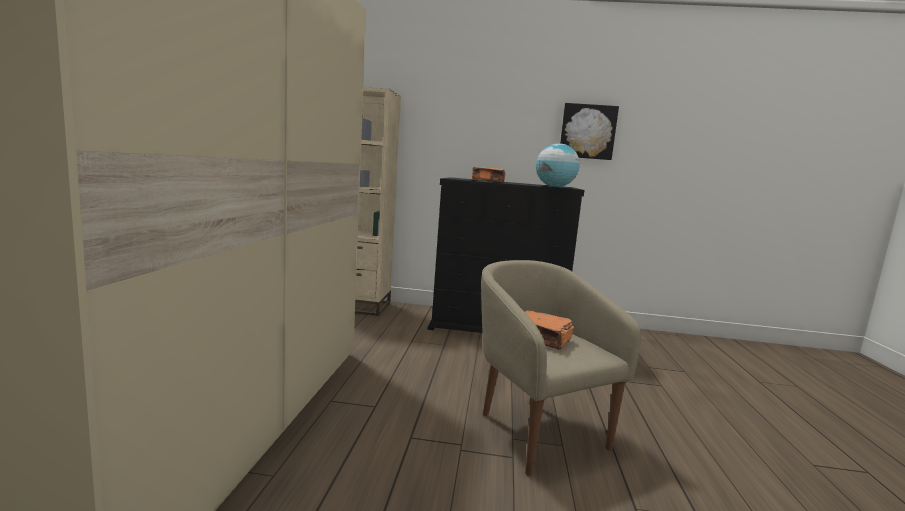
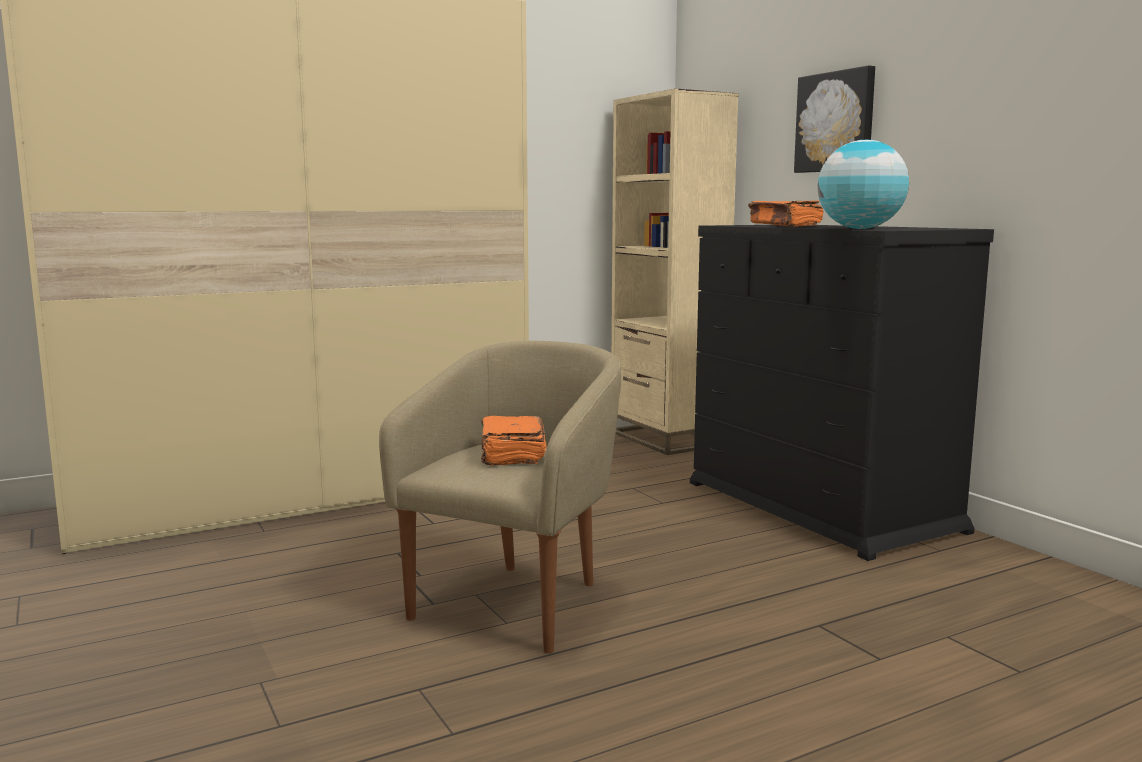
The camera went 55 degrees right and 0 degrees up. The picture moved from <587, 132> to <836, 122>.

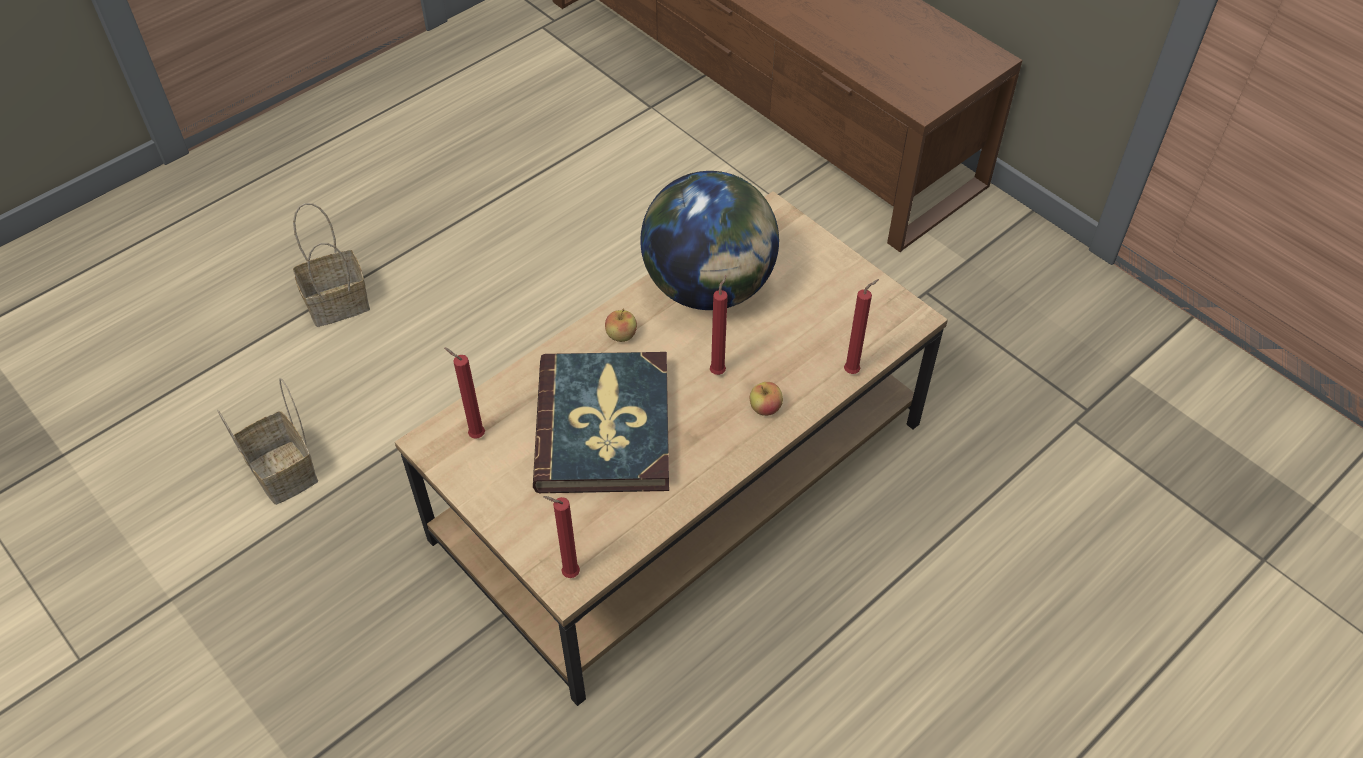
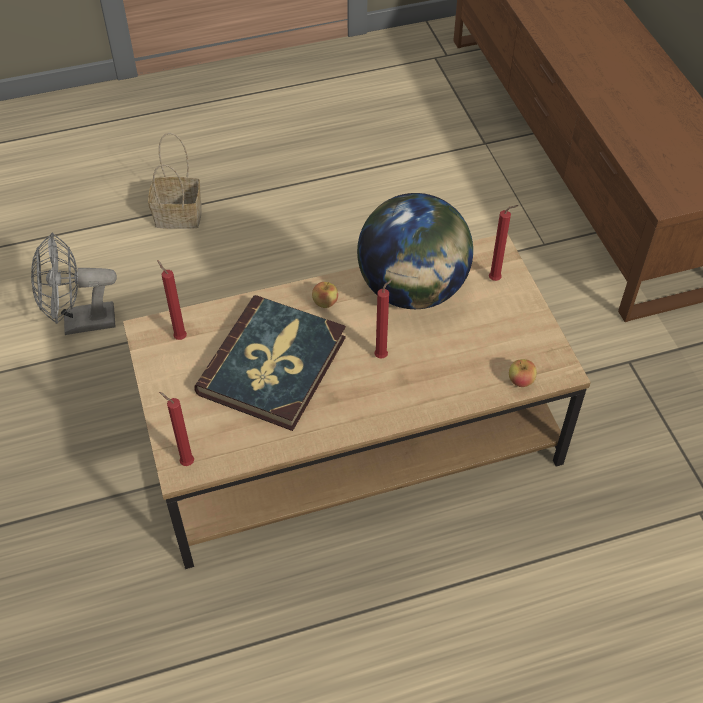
The camera went 25 degrees right and 0 degrees up. The basket at <286, 473> was replaced by the grey_fan at <80, 323>. The apple moved from <765, 408> to <520, 381>. The red_candle moved from <853, 371> to <496, 279>.

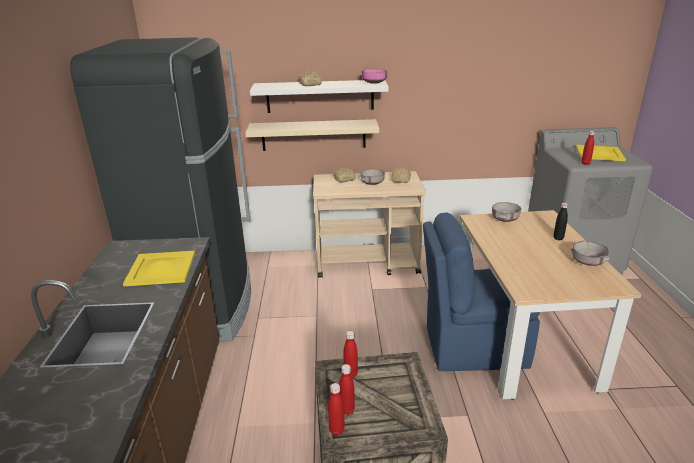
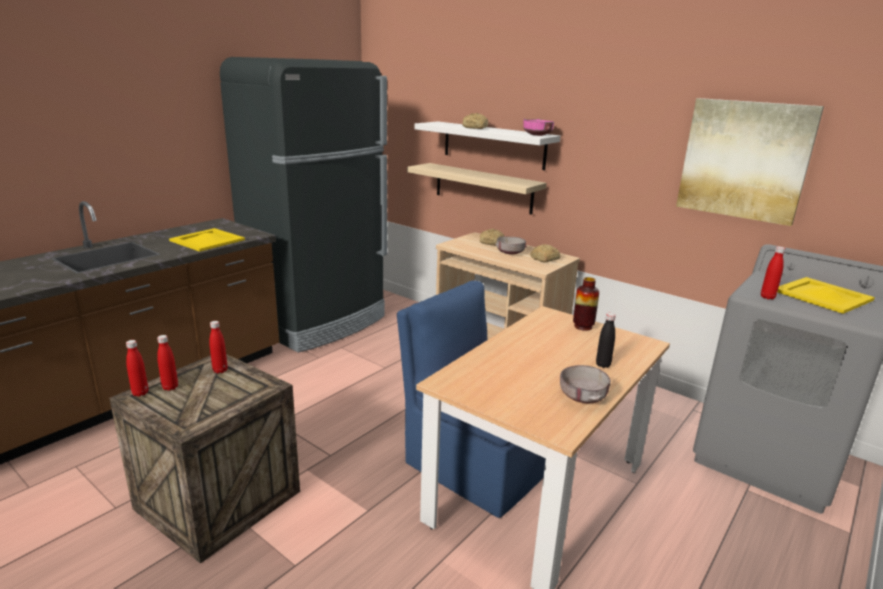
The camera went 40 degrees right and 5 degrees down. The grey_bowl at <505, 219> was replaced by the vase at <583, 326>. The picture at <744, 160> appeared.

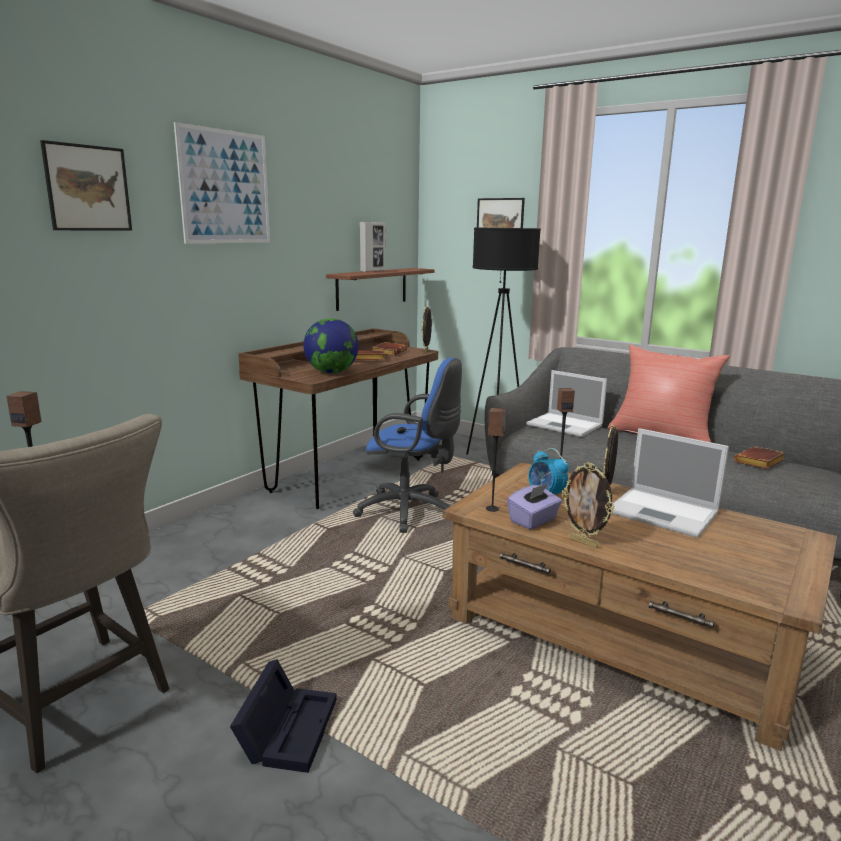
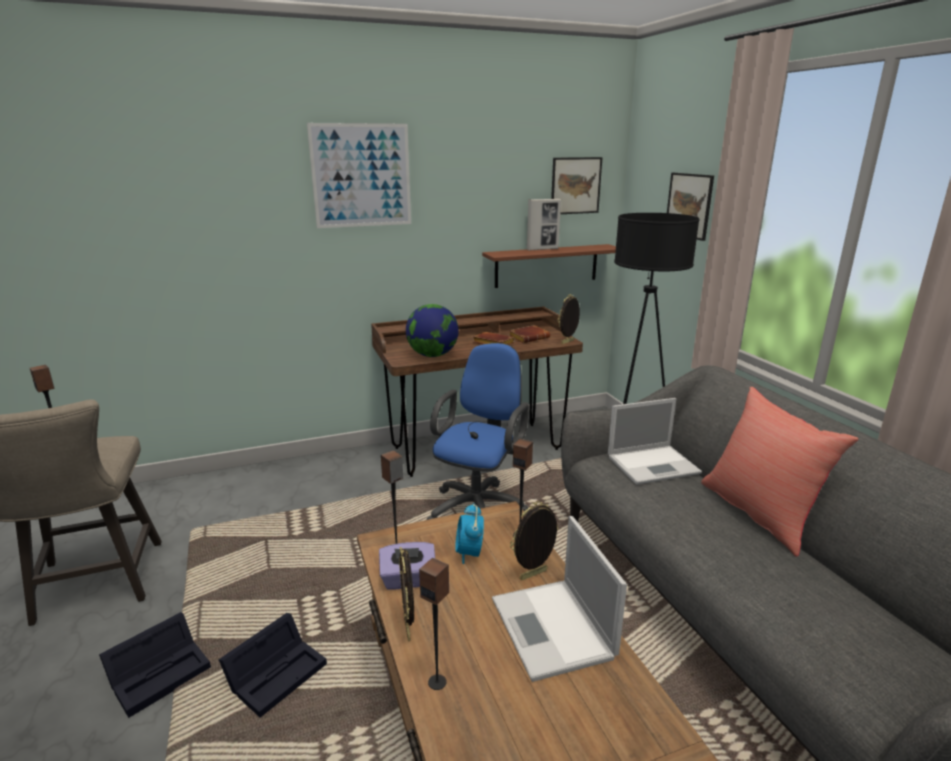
The camera went 35 degrees right and 5 degrees up. The picture moved from <88, 188> to <575, 185>. The blue_office_chair at <411, 512> turned 120 degrees counterclockwise. The laptop at <566, 425> turned 90 degrees counterclockwise. The brown_book at <759, 462> disappeared. The black_storage_box at <278, 673> appeared. The speaker at <437, 682> appeared.

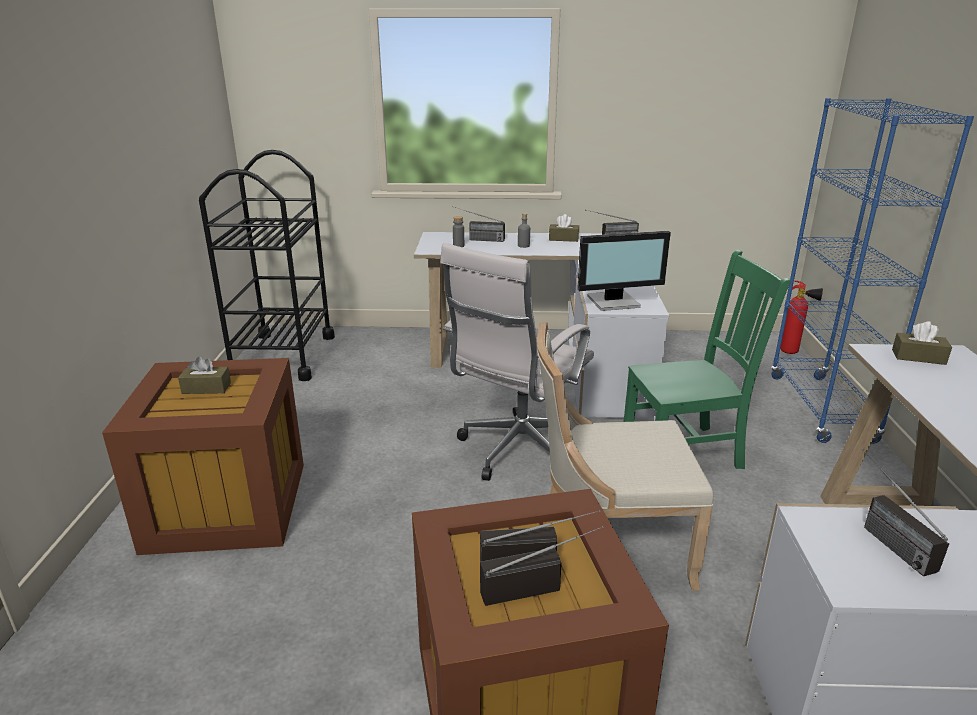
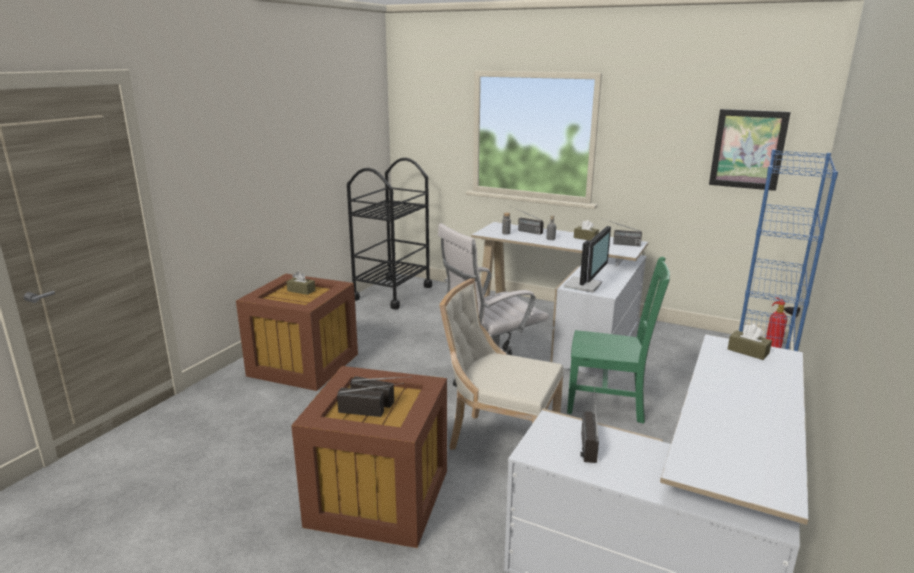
The camera went 25 degrees right and 5 degrees down. The monitor at <614, 302> turned 75 degrees counterclockwise. The picture at <748, 149> appeared.

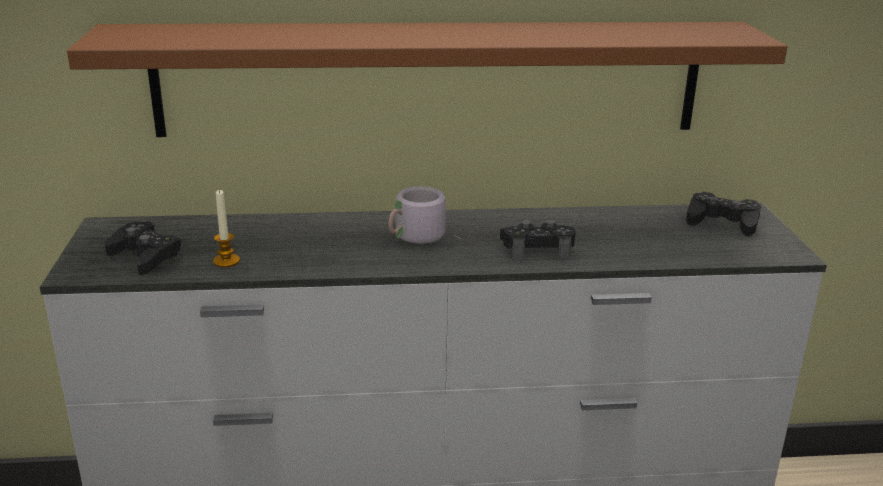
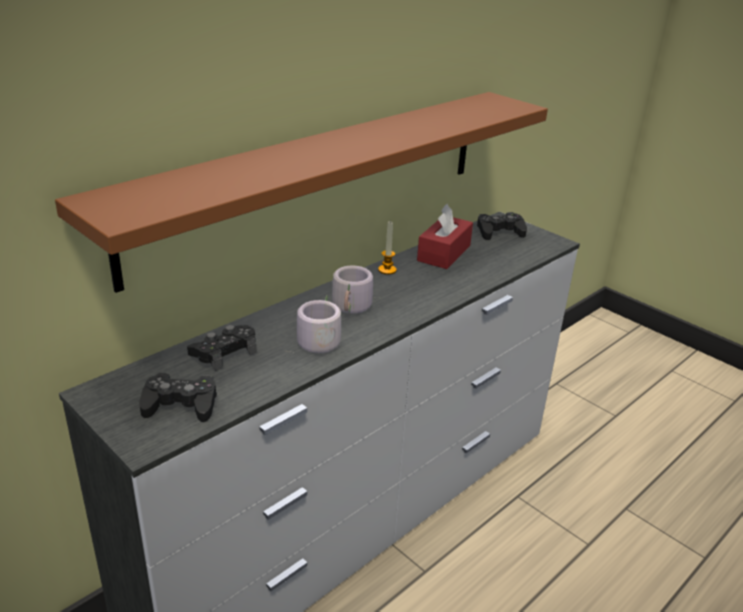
The camera went 40 degrees left and 5 degrees up. The candle moved from <226, 261> to <387, 270>. The black_game_controller moved from <537, 248> to <224, 352>. The grey_mug at <318, 339> appeared. The red_tissue_box at <444, 253> appeared.

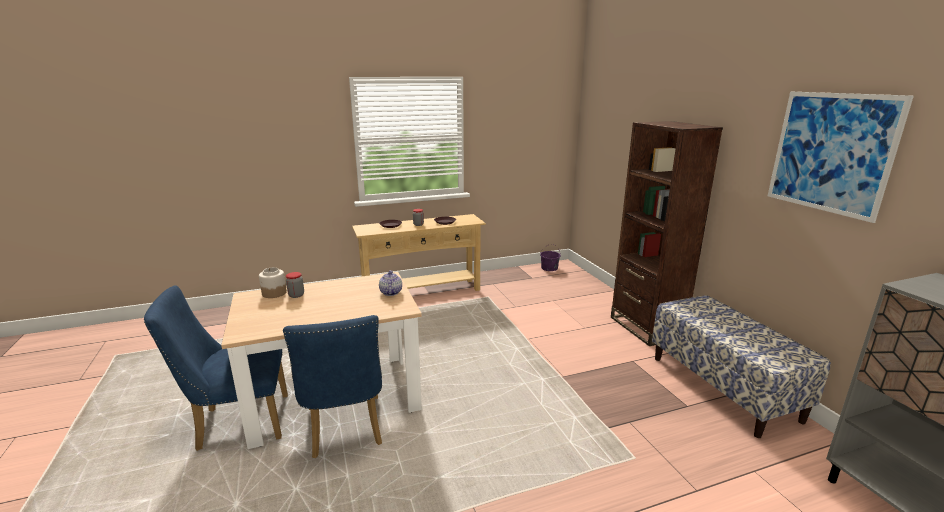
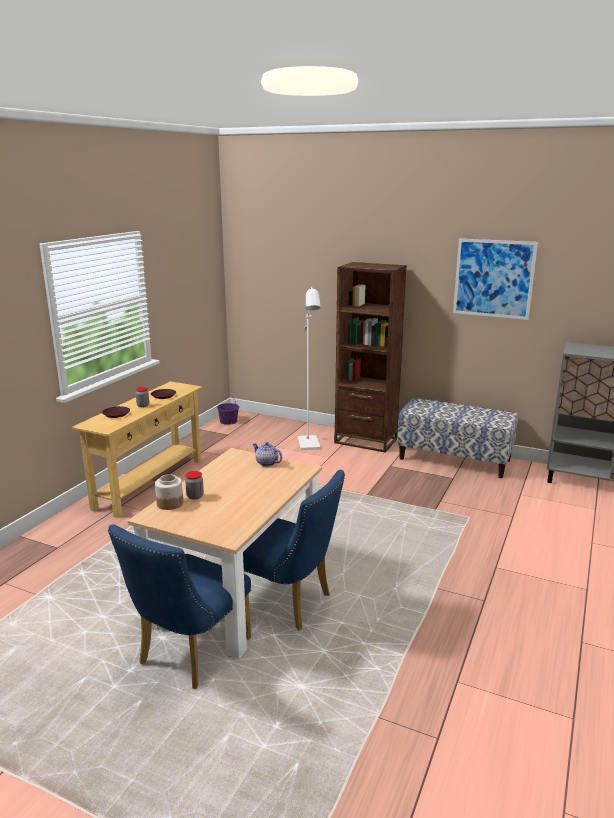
The camera went 45 degrees left and 0 degrees up. The white_floor_lamp at <309, 446> appeared.

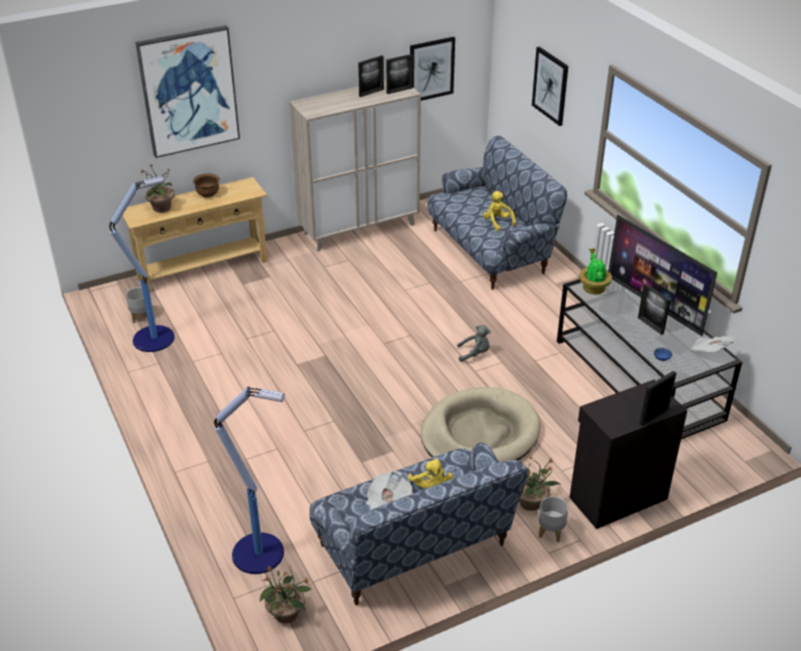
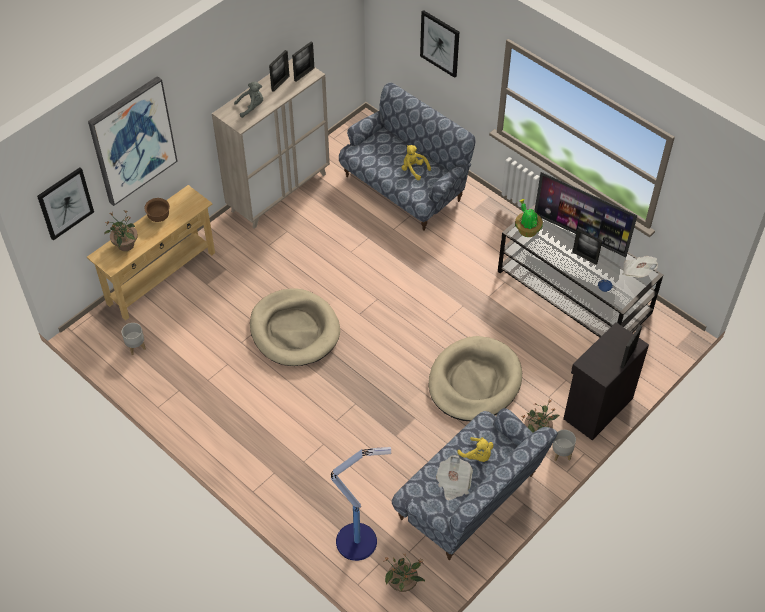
The camera went 20 degrees left and 15 degrees up. The floor_lamp at <155, 338> disappeared. The picture moved from <431, 69> to <65, 203>. The grey_plush_toy moved from <475, 354> to <251, 107>. The beige_dog_bed at <294, 330> appeared.

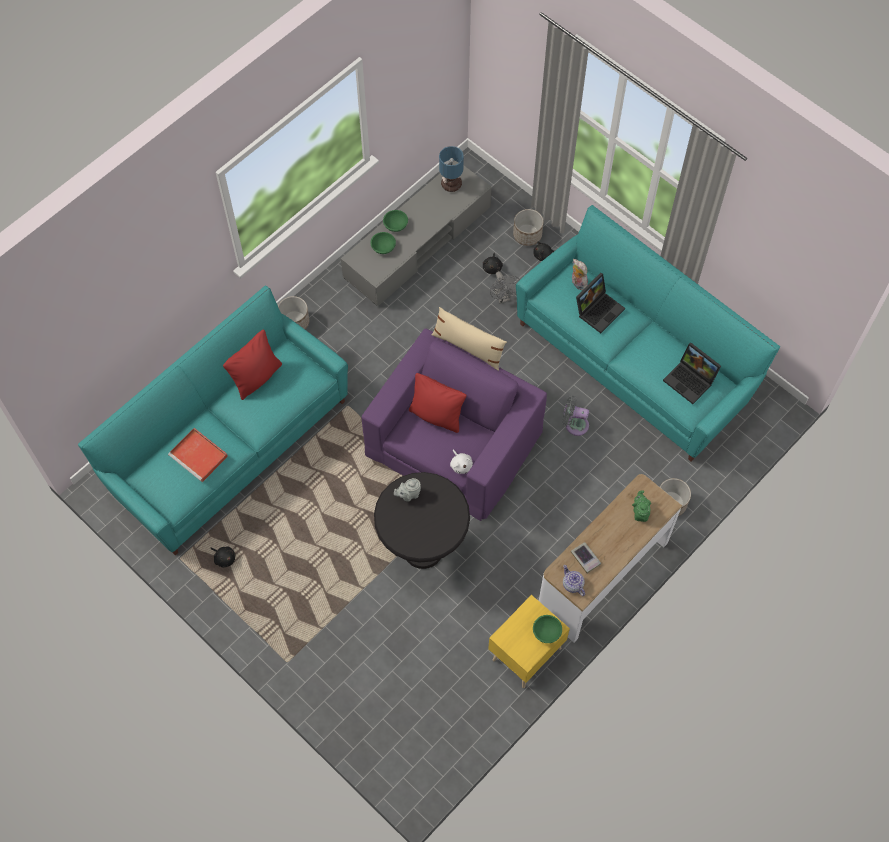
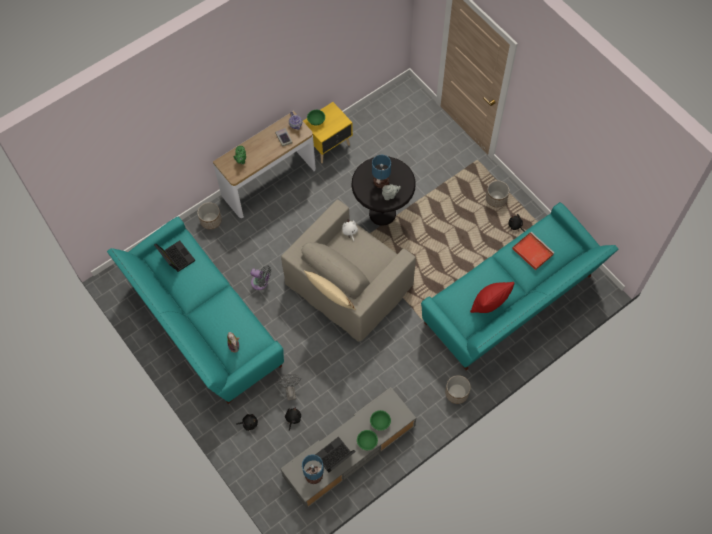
The camera went 170 degrees left and 0 degrees up. The purple_armchair at <454, 441> became the beige_armchair at <349, 282>. The red_pillow at <436, 415> disappeared. The planter moved from <527, 235> to <496, 199>. The laptop moved from <599, 309> to <335, 458>. The table_lamp at <381, 182> appeared.

